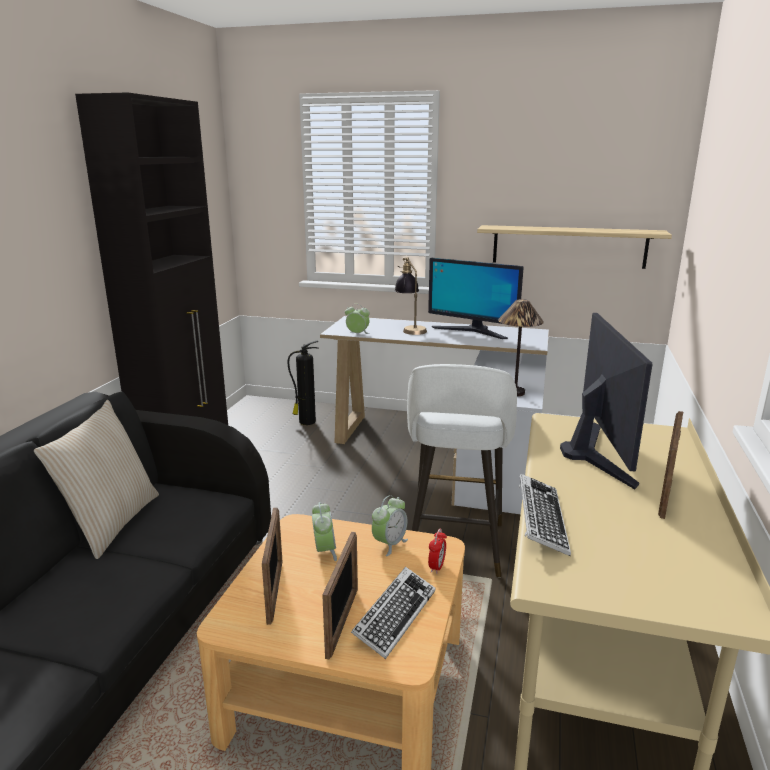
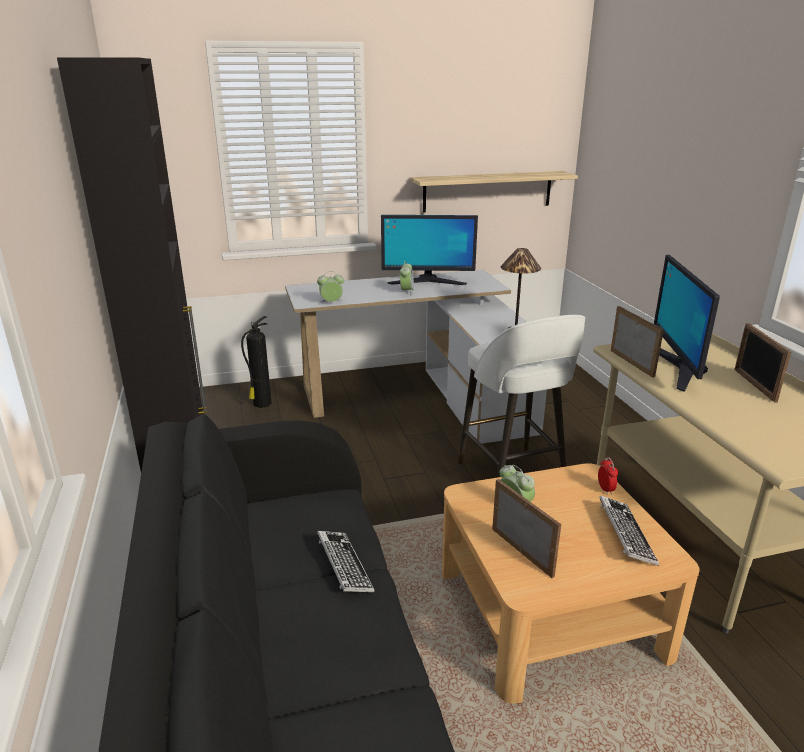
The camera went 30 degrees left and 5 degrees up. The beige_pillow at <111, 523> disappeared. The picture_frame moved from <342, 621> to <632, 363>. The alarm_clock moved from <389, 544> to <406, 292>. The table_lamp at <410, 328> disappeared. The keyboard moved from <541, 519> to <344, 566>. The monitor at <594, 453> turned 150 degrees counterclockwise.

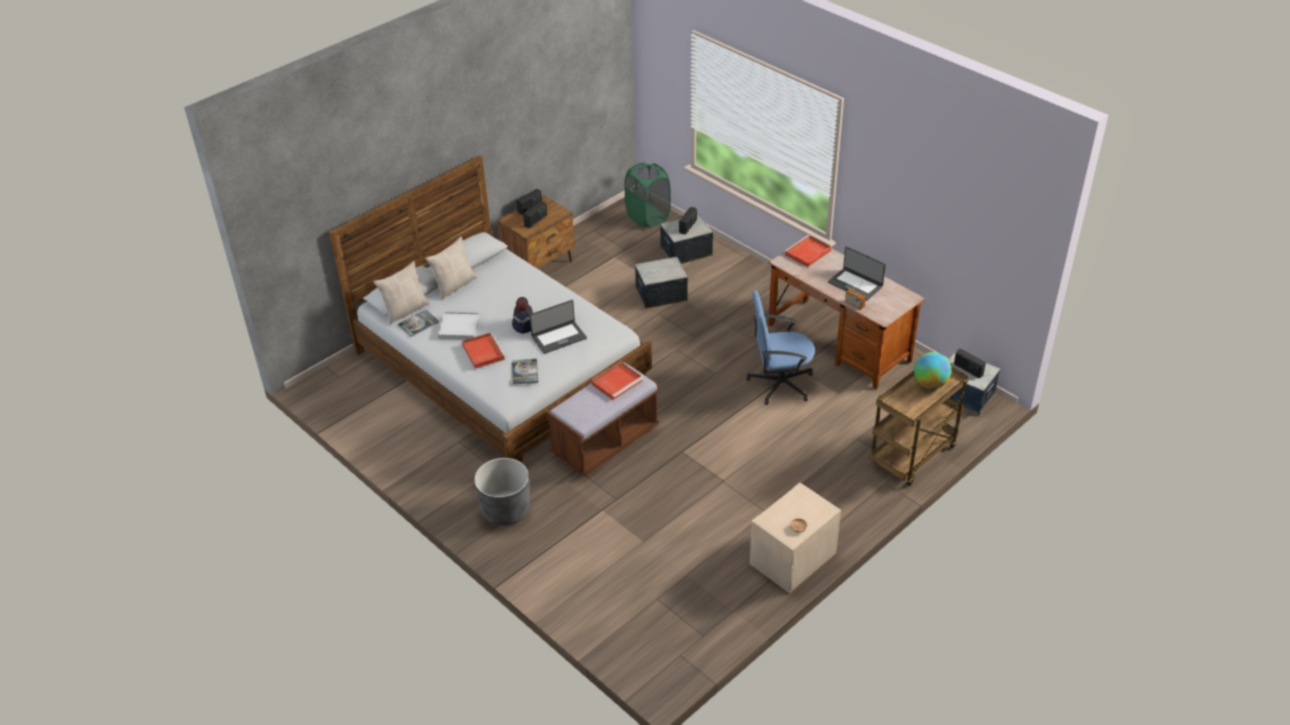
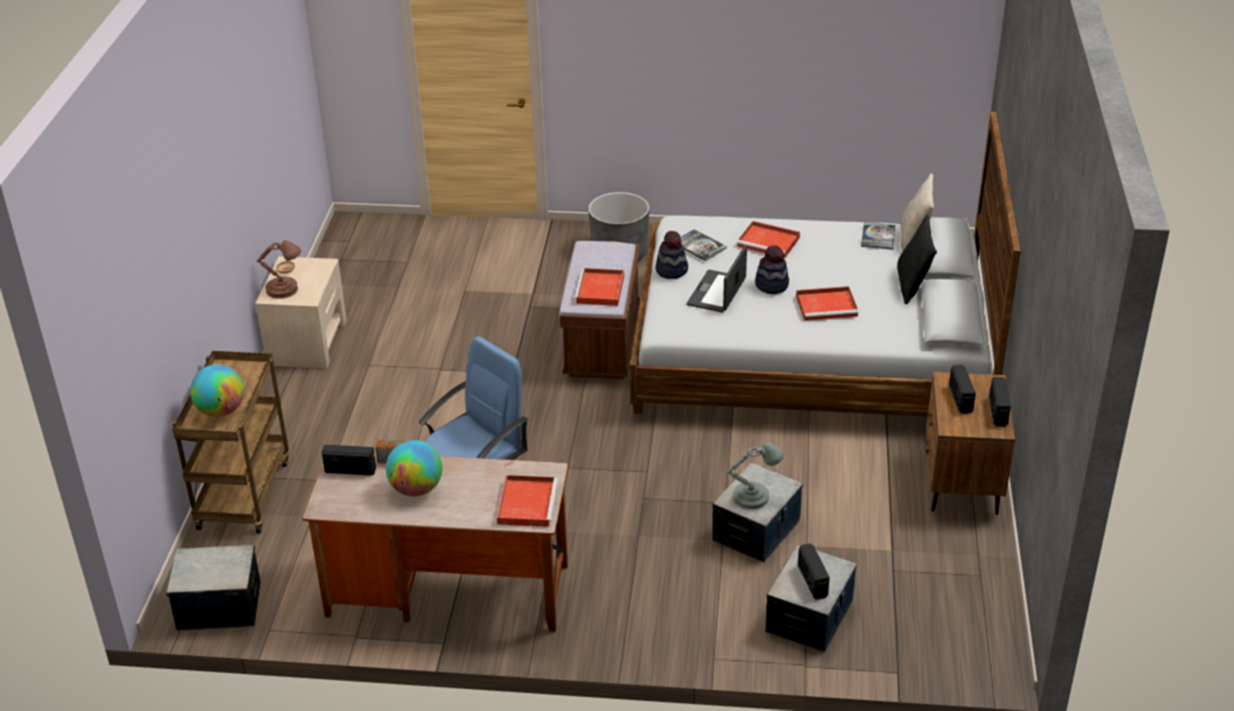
The camera went 140 degrees right and 5 degrees down. The beige_pillow at <454, 285> became the black_pillow at <913, 285>. The white_tray at <459, 327> disappeared. The green_laundry_basket at <648, 217> disappeared. The laptop at <855, 284> was replaced by the globe at <416, 489>. The radio moved from <968, 369> to <350, 470>. The brown_table_lamp at <284, 290> appeared. The hat at <672, 270> appeared. The grey_table_lamp at <754, 497> appeared. The red_tray at <827, 306> appeared.

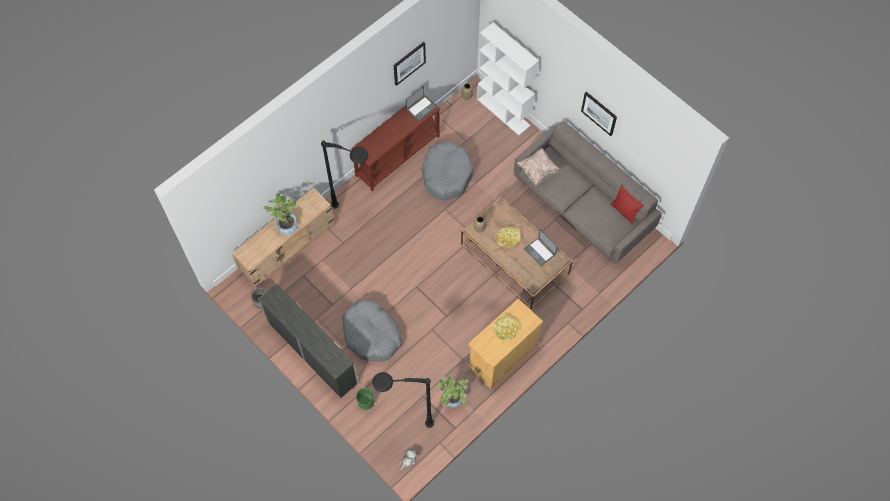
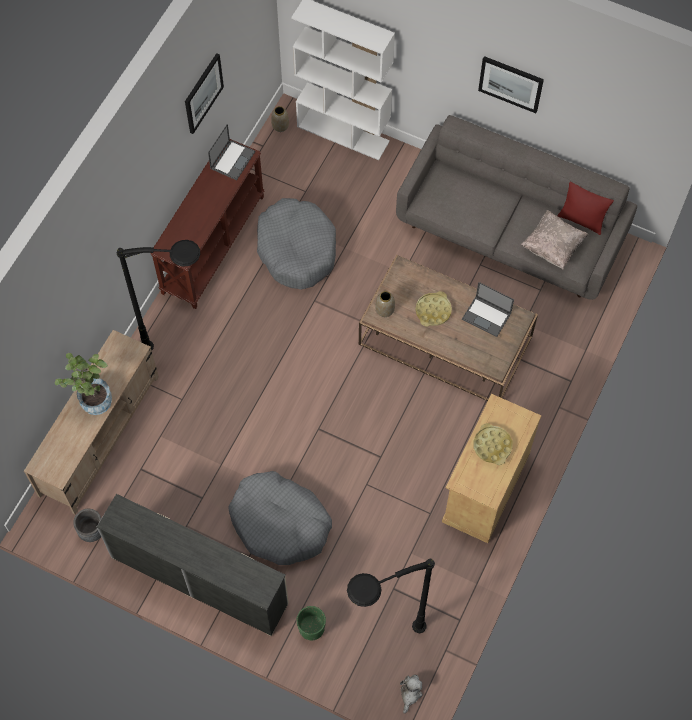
The camera went 20 degrees left and 0 degrees up. The potted_plant at <452, 401> disappeared. The beige_pillow moved from <538, 171> to <552, 246>.

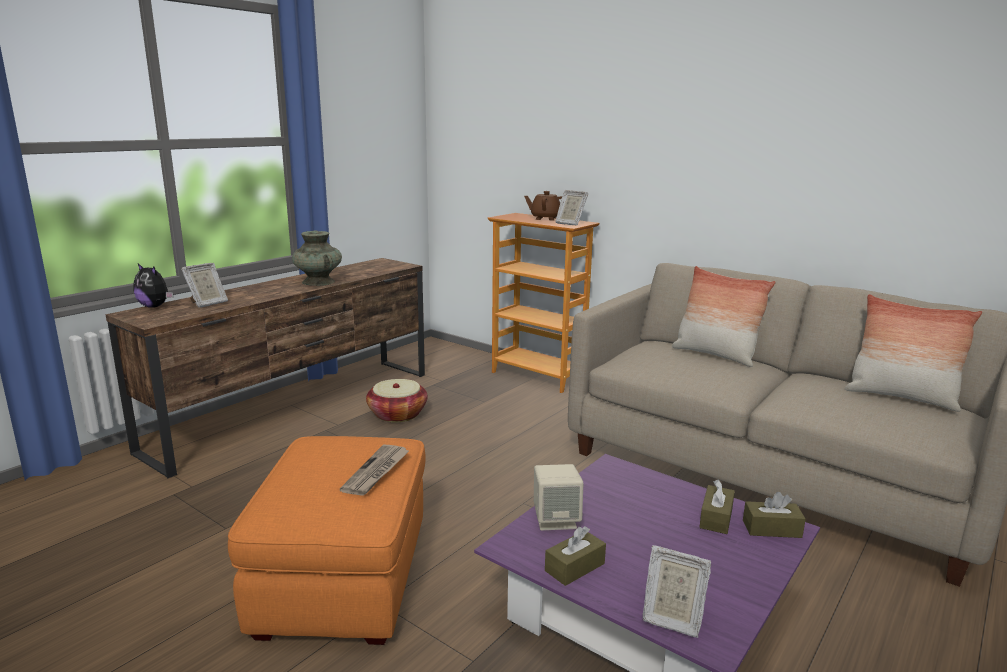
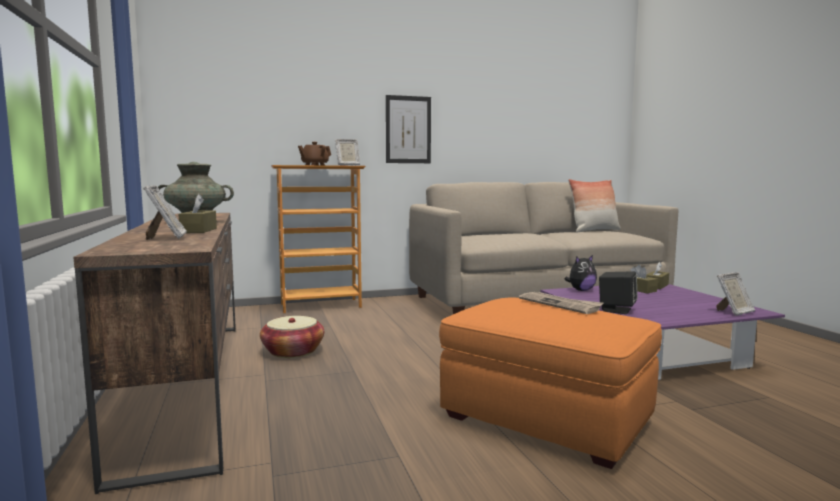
The camera went 55 degrees left and 10 degrees down. The plush_toy moved from <155, 306> to <581, 290>. The beige_speaker at <556, 520> became the black_speaker at <616, 310>. The brown_tissue_box moved from <574, 567> to <198, 230>. The pillow at <715, 355> disappeared. The picture at <408, 129> appeared.

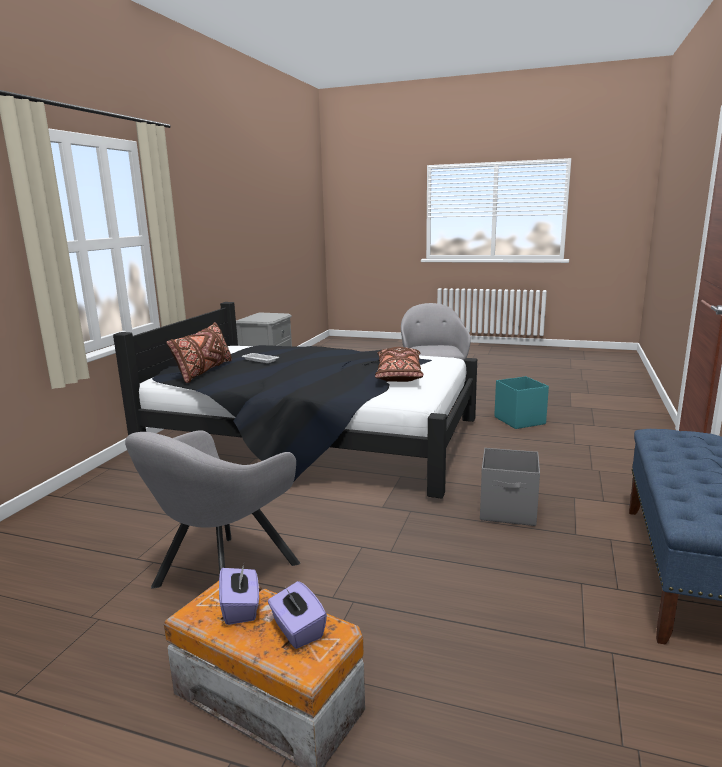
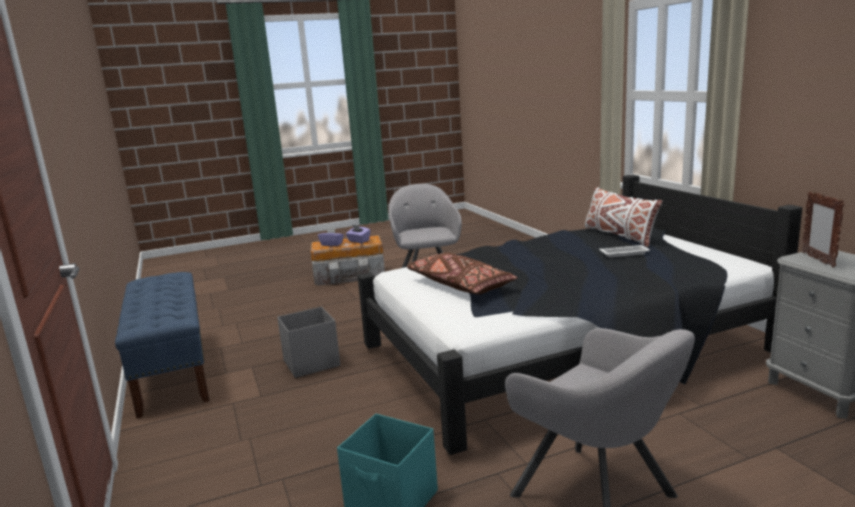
The camera went 140 degrees right and 0 degrees up. The brown_pillow at <204, 371> became the white_pillow at <619, 235>. The picture_frame at <817, 260> appeared.

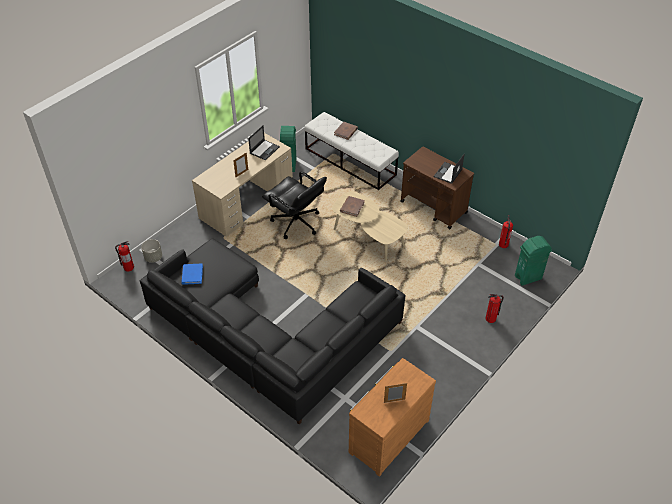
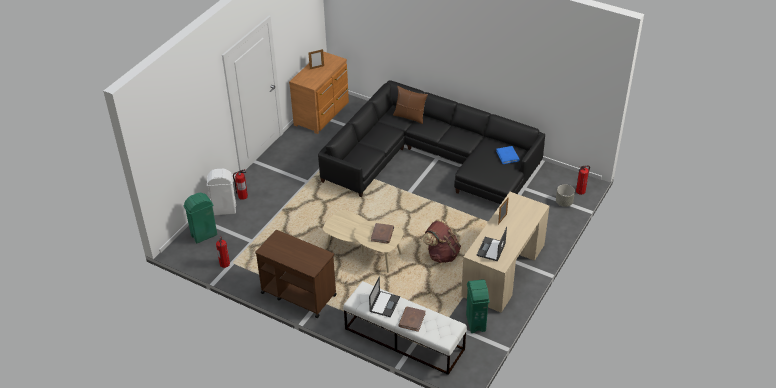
The camera went 170 degrees right and 5 degrees down. The black_office_chair at <296, 223> was replaced by the brown_backpack at <442, 254>. The laptop moved from <448, 173> to <384, 304>. The white_trash_can at <224, 210> appeared. The brown_pillow at <410, 117> appeared.

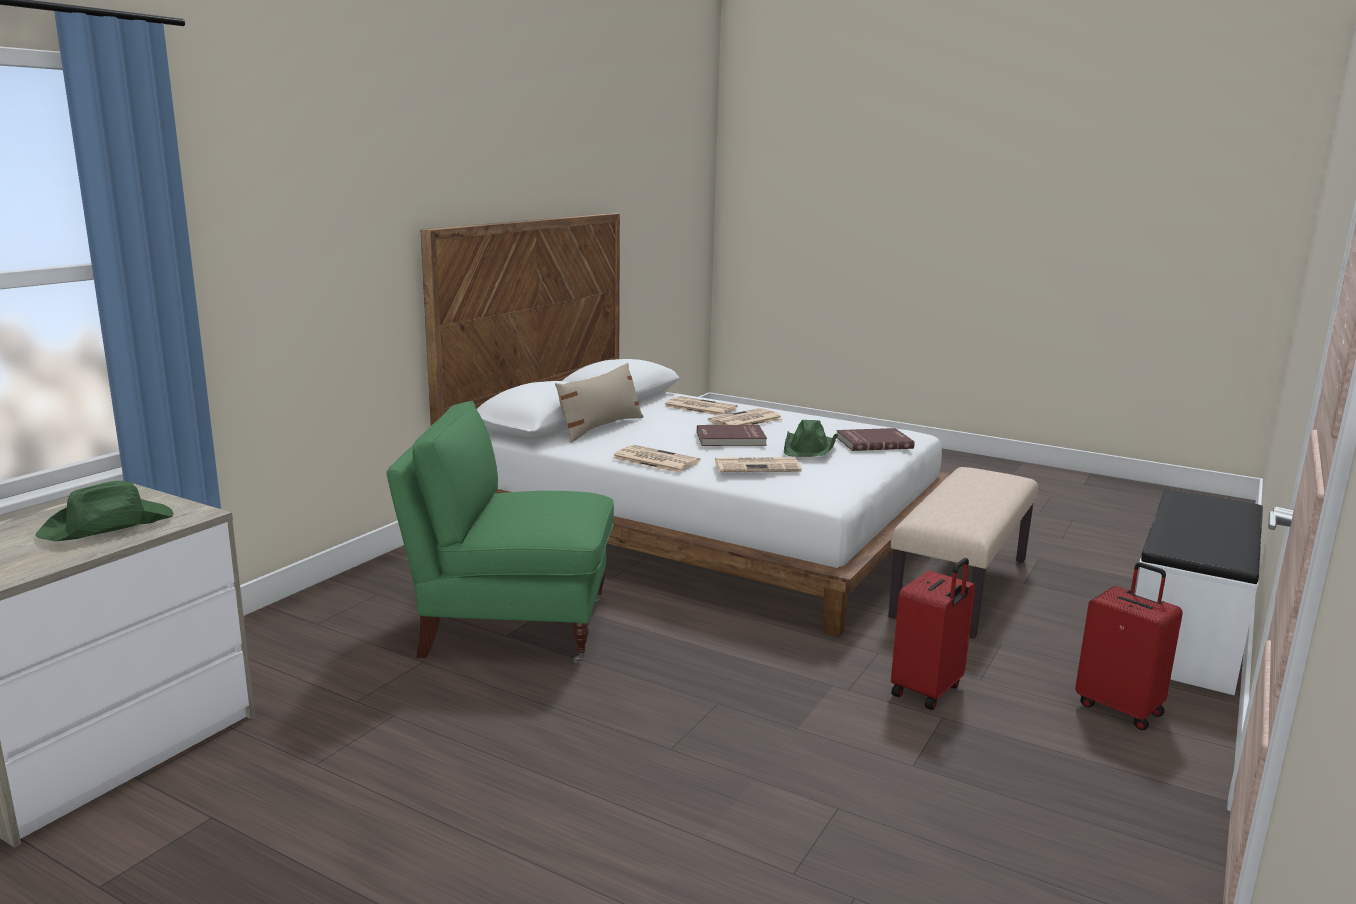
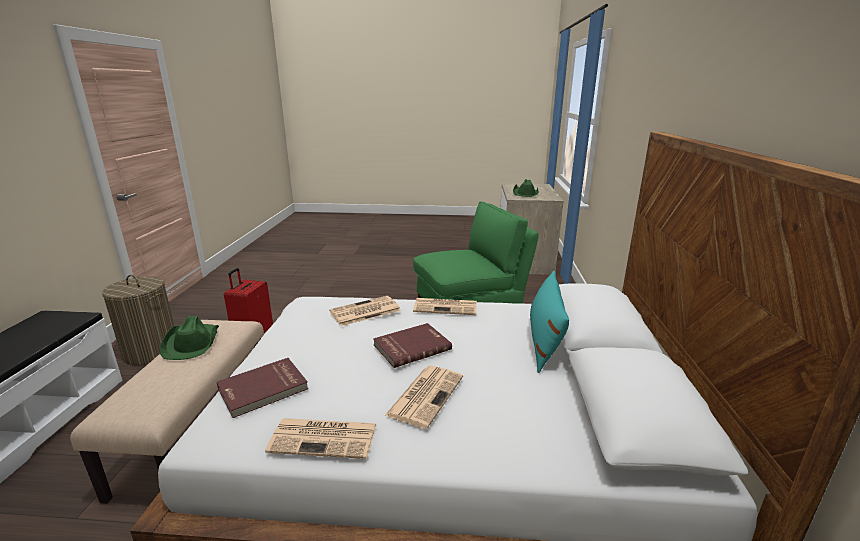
The camera went 155 degrees right and 5 degrees up. The beige_pillow at <600, 428> became the turquoise_pillow at <544, 340>. The newspaper moved from <699, 407> to <325, 438>. The green_hat moved from <810, 448> to <192, 343>. The red_suitcase at <1120, 708> was replaced by the laundry_basket at <151, 352>.

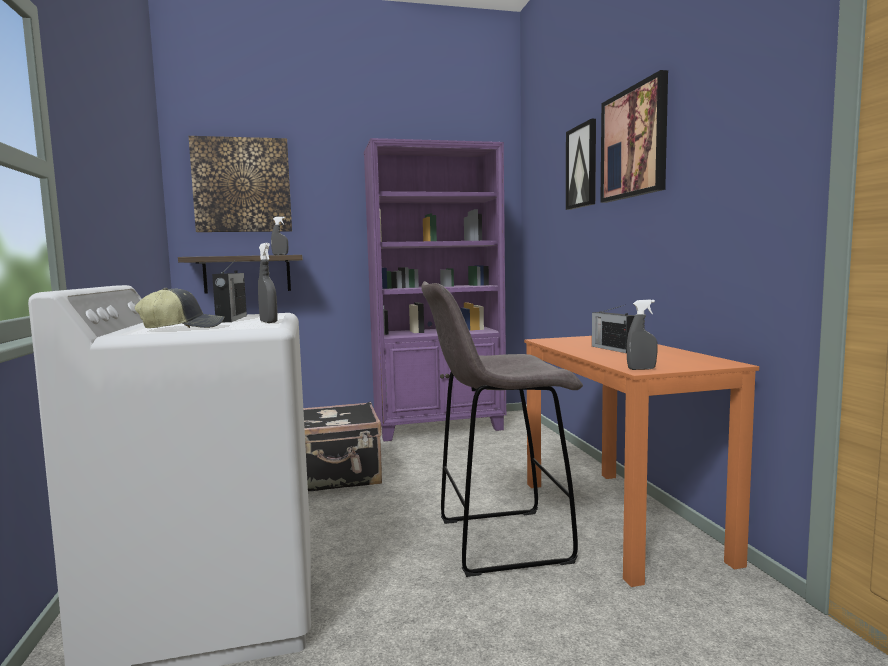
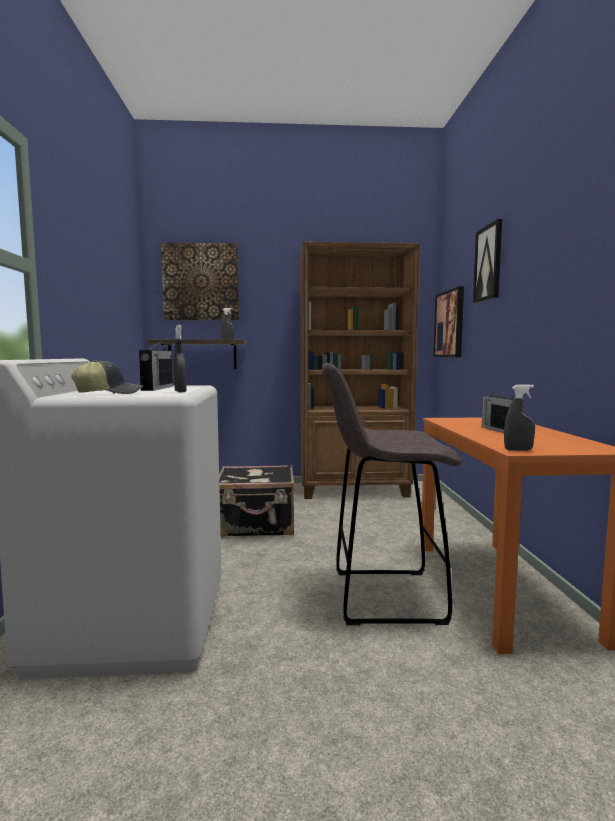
The camera went 10 degrees right and 0 degrees up. The purple_bookcase at <439, 427> became the brown_bookcase at <354, 490>. The picture moved from <634, 143> to <449, 324>.

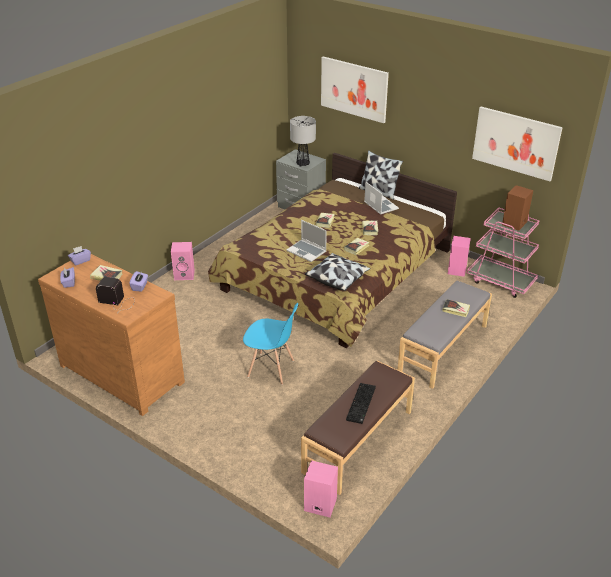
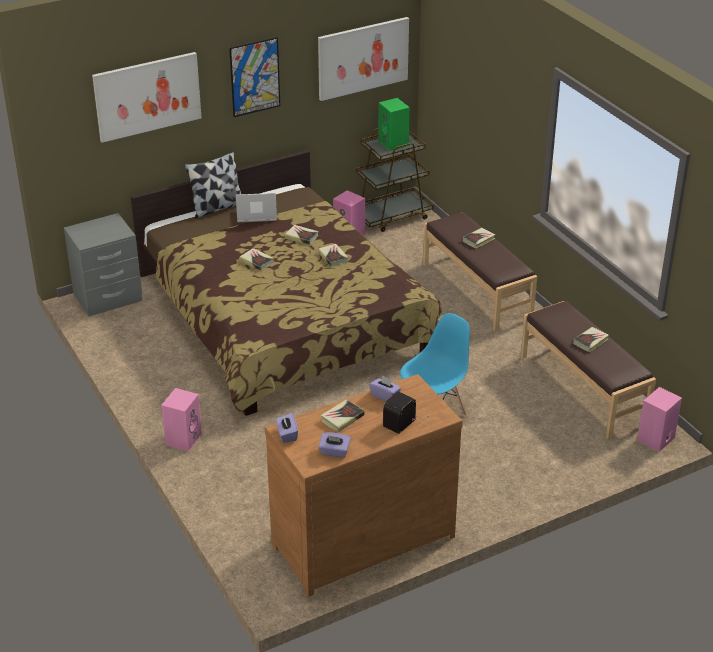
The camera went 65 degrees left and 0 degrees up. The laptop at <307, 251> disappeared. The table_lamp at <303, 164> disappeared. The pillow at <337, 278> disappeared. The keyboard at <361, 404> was replaced by the book at <590, 341>. The grey_bench at <444, 349> became the brown_bench at <477, 290>. The pink_cart at <501, 281> became the brown_cart at <392, 216>. The brown_speaker at <514, 224> became the green_speaker at <394, 143>. The picture at <255, 77> appeared.

